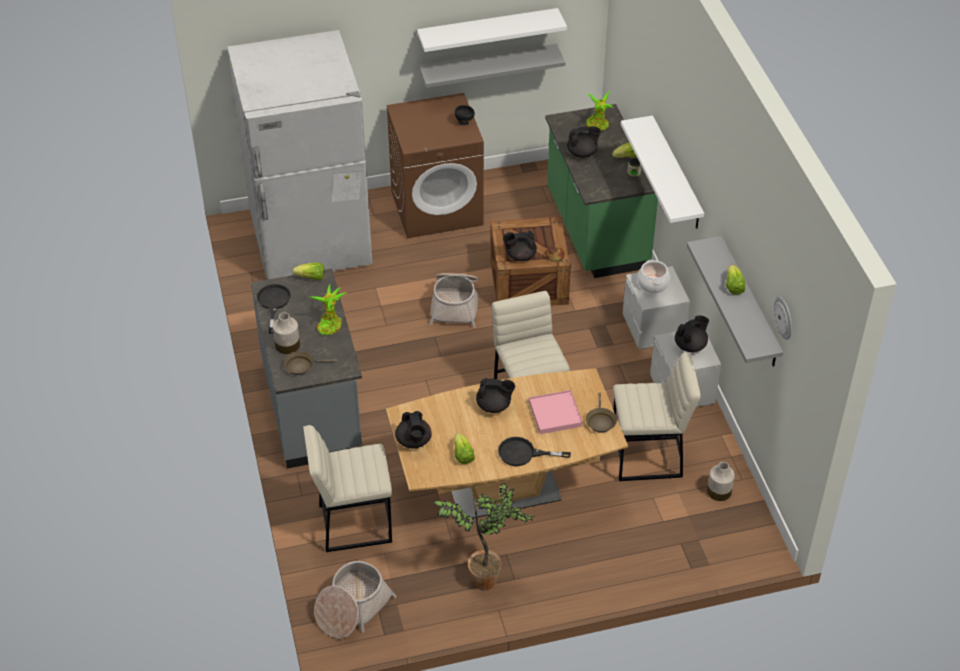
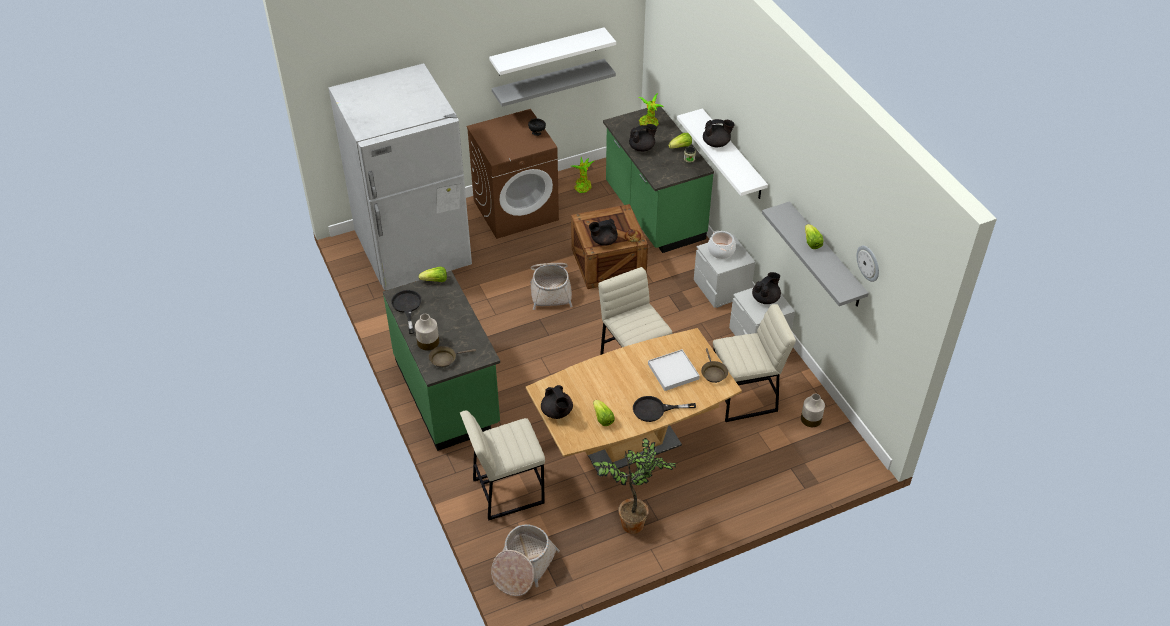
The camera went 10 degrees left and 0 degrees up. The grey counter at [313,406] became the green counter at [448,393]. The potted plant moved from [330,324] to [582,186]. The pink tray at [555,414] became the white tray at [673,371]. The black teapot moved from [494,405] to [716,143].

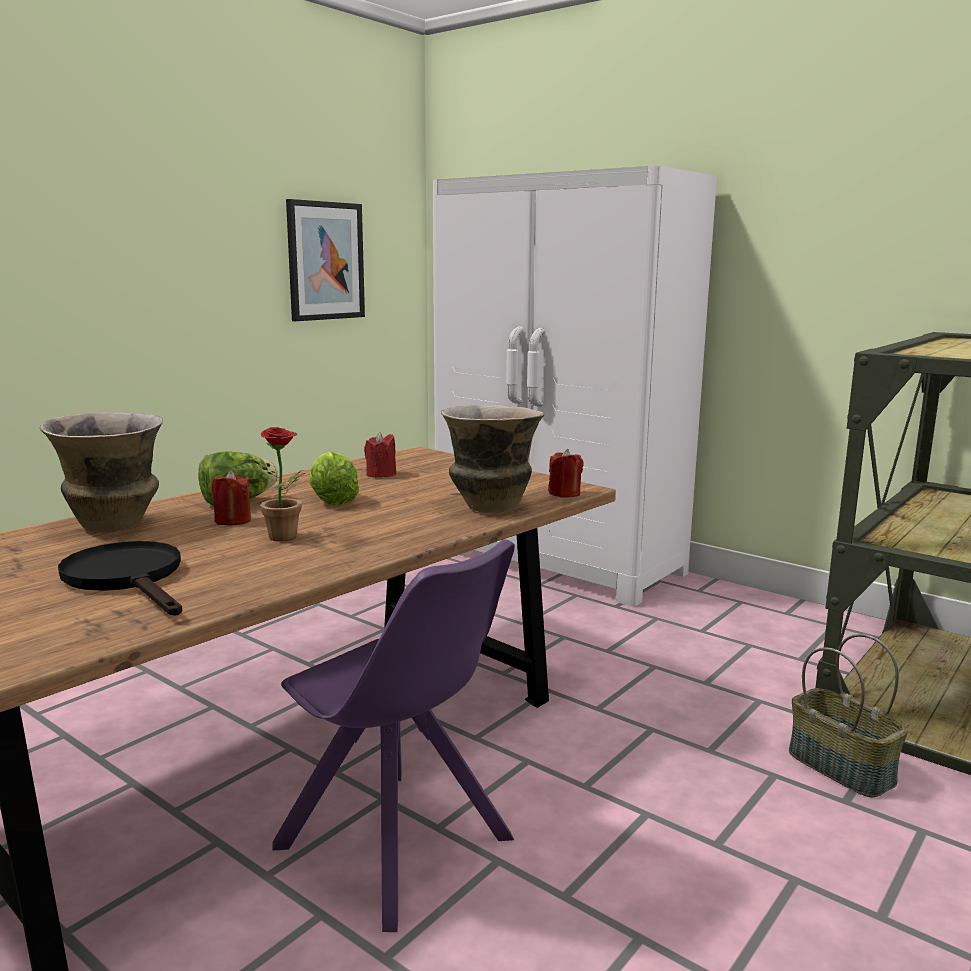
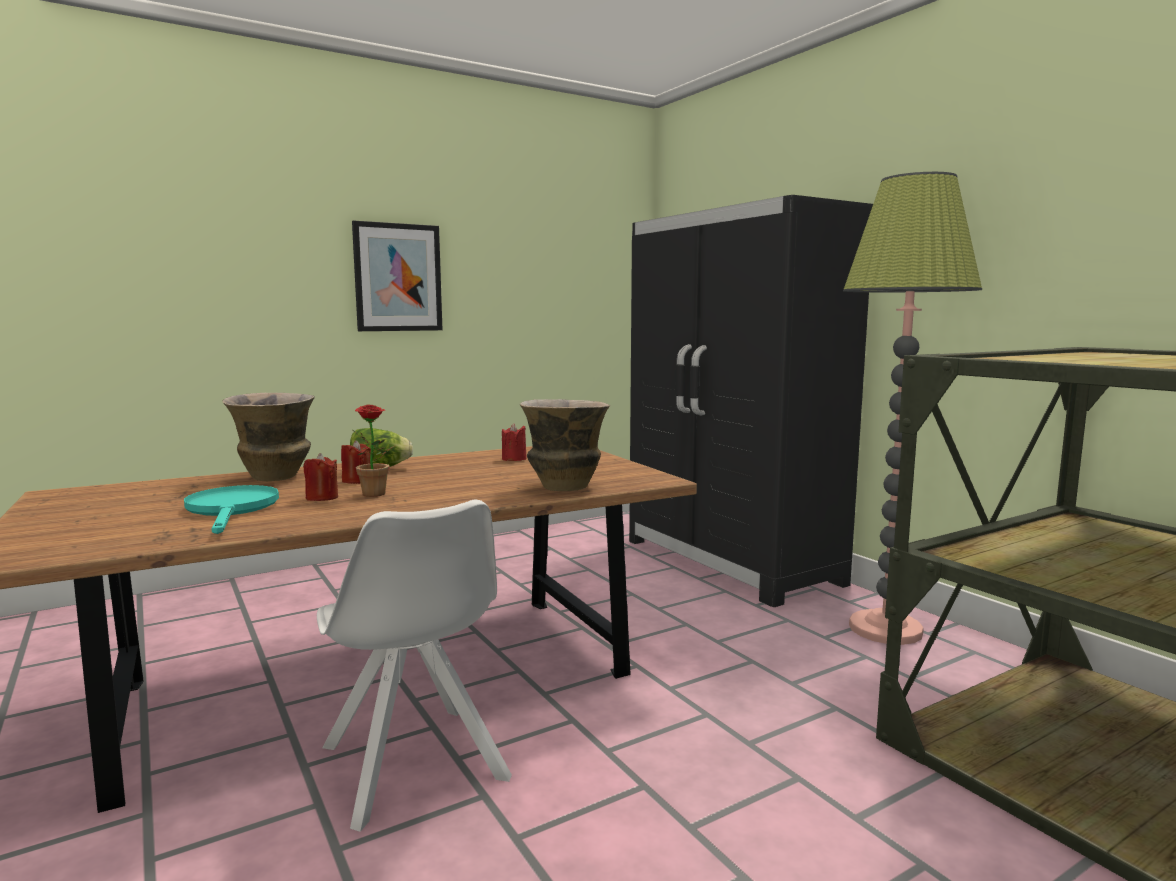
The camera went 20 degrees right and 5 degrees down. The black frying pan at [129,578] became the turquoise frying pan at [232,510]. The red candle moved from [564,494] to [322,497]. The purple chair at [397,846] became the white chair at [414,766]. The picture moved from [325,261] to [398,277]. The white cabinet at [557,562] became the black cabinet at [728,562]. The floor lamp at [885,629] appeared. The lettuce at [332,500] disappeared. The basket at [842,767] disappeared.

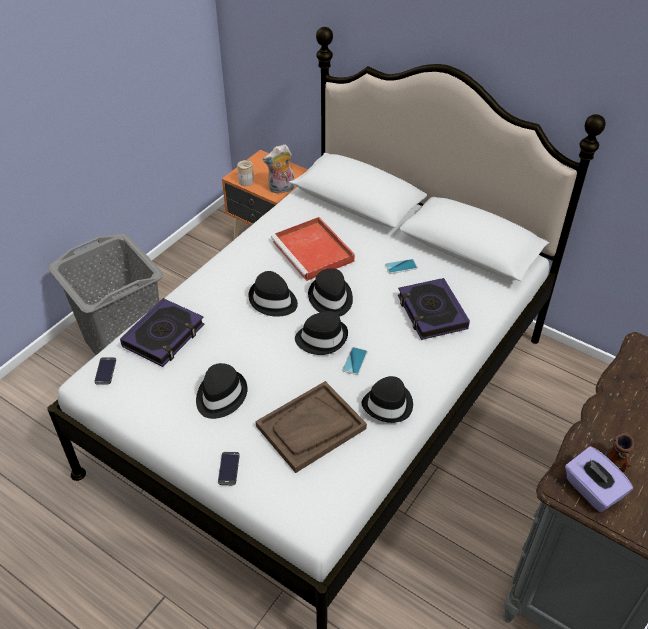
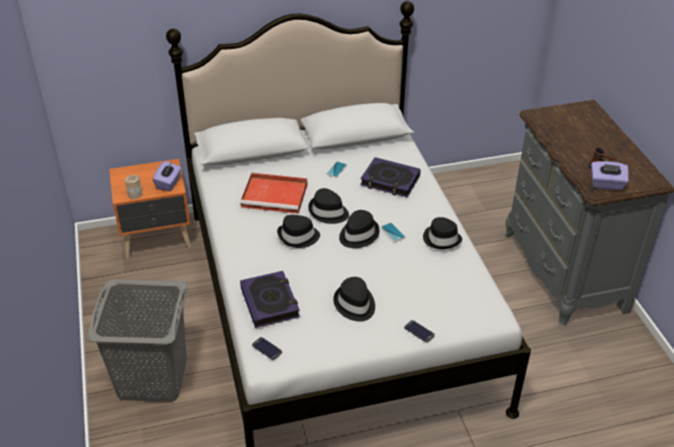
The camera went 50 degrees left and 5 degrees down. The plush toy at [281,189] was replaced by the purple tissue box at [169,183]. The brown tray at [311,428] disappeared.

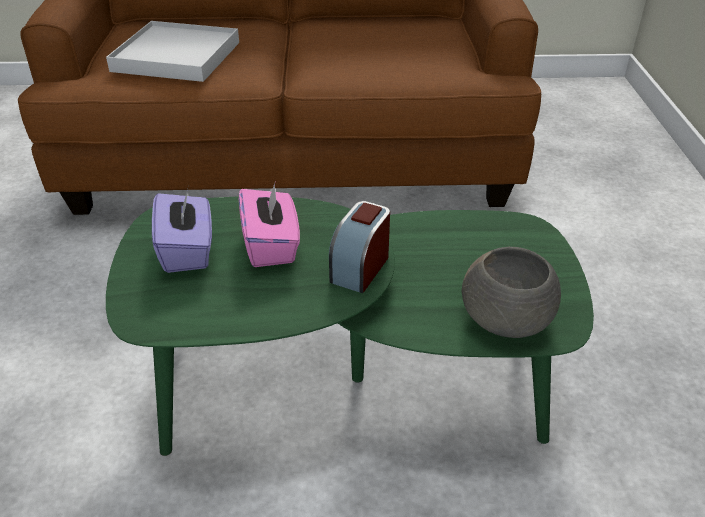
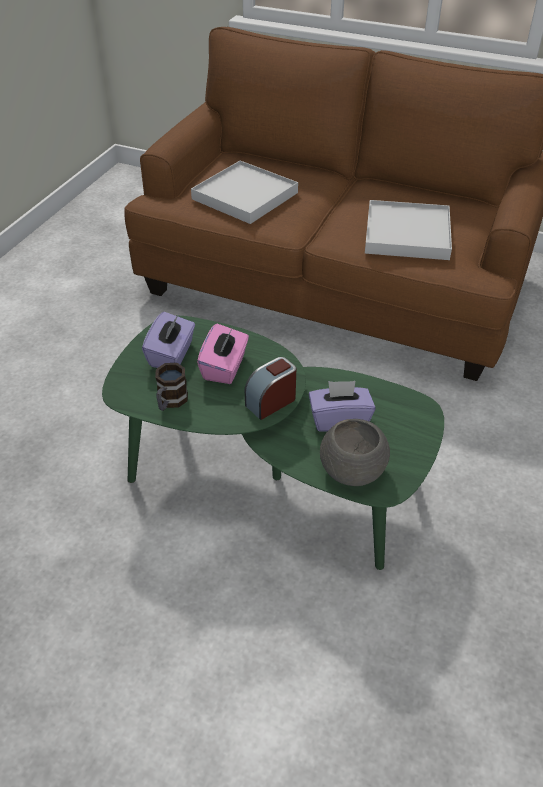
The camera went 25 degrees right and 5 degrees up. The mug at [170,402] appeared. The purple tissue box at [339,419] appeared. The white tray at [407,234] appeared.

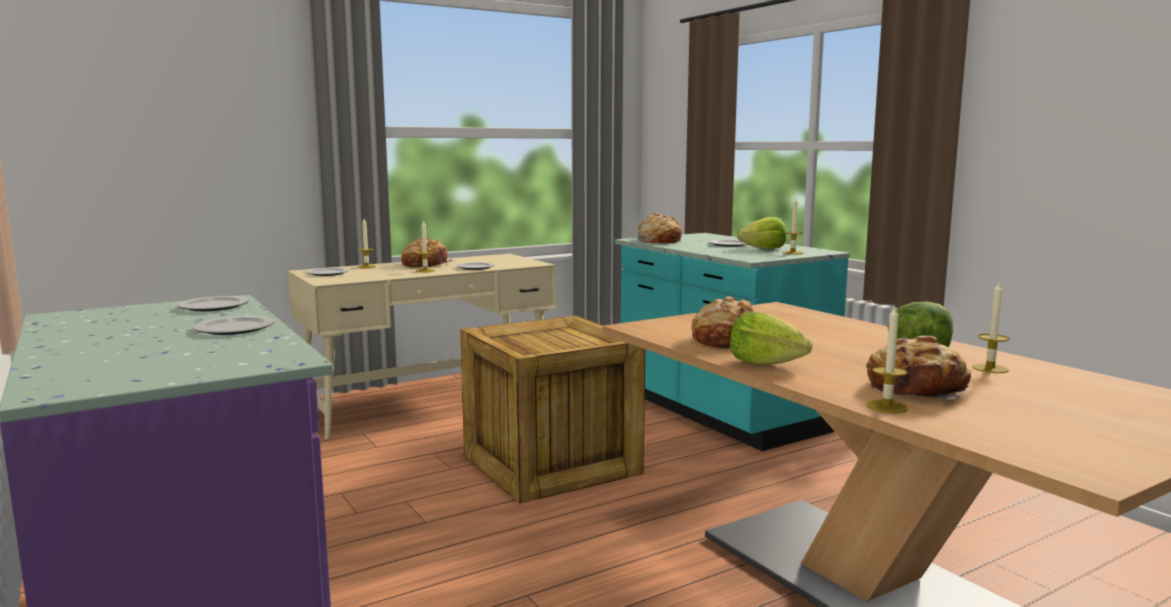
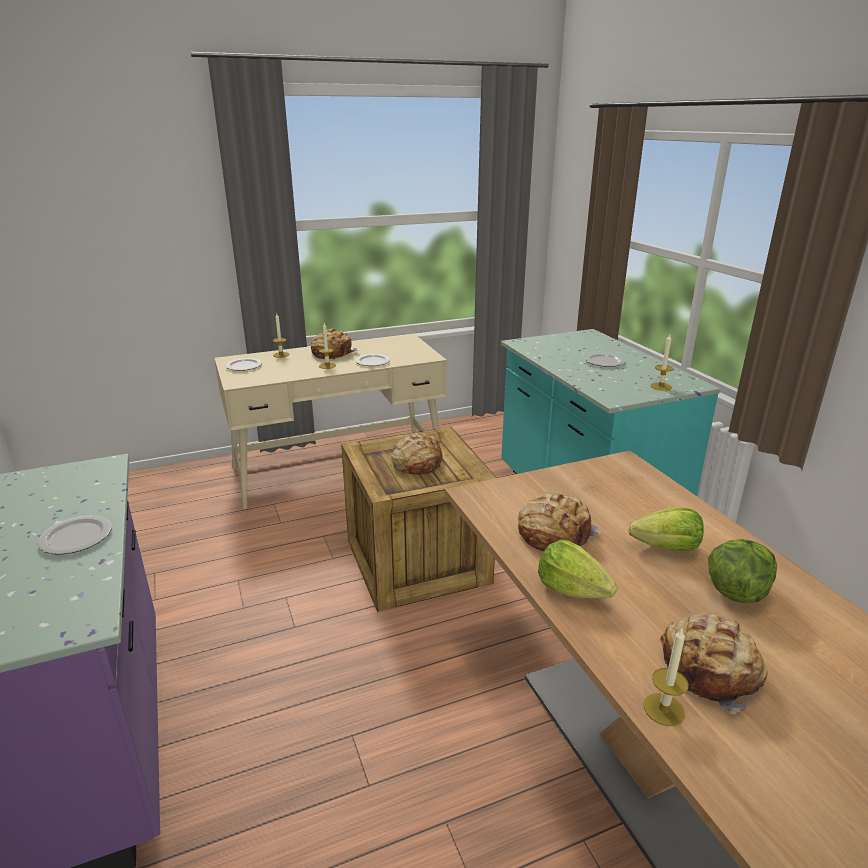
The camera went 10 degrees right and 15 degrees up. The bread moved from [659,241] to [416,462]. The lettuce moved from [764,249] to [667,547]. The plate at [215,306] disappeared. The candle at [990,368] disappeared.

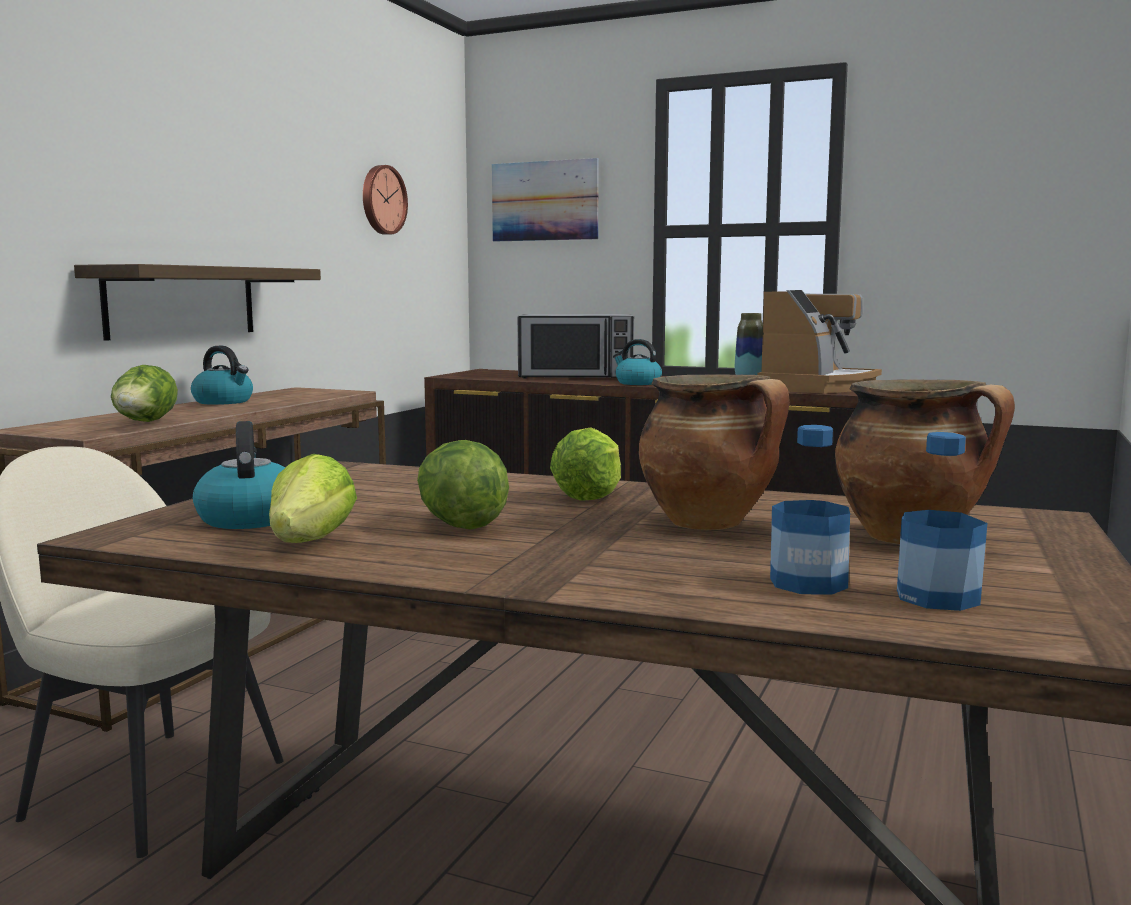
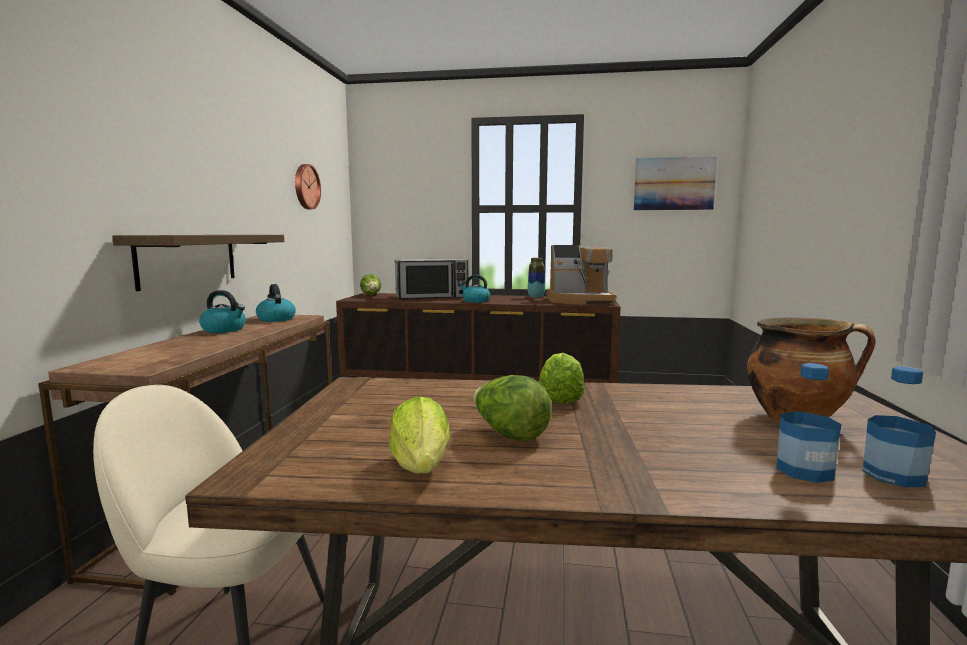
The camera went 15 degrees left and 0 degrees up. The kettle moved from [248,518] to [276,319]. The lettuce moved from [145,423] to [371,295]. The coffee machine at [816,387] turned 75 degrees clockwise. The picture moved from [544,201] to [674,184]. The cooking pot at [710,524] disappeared.

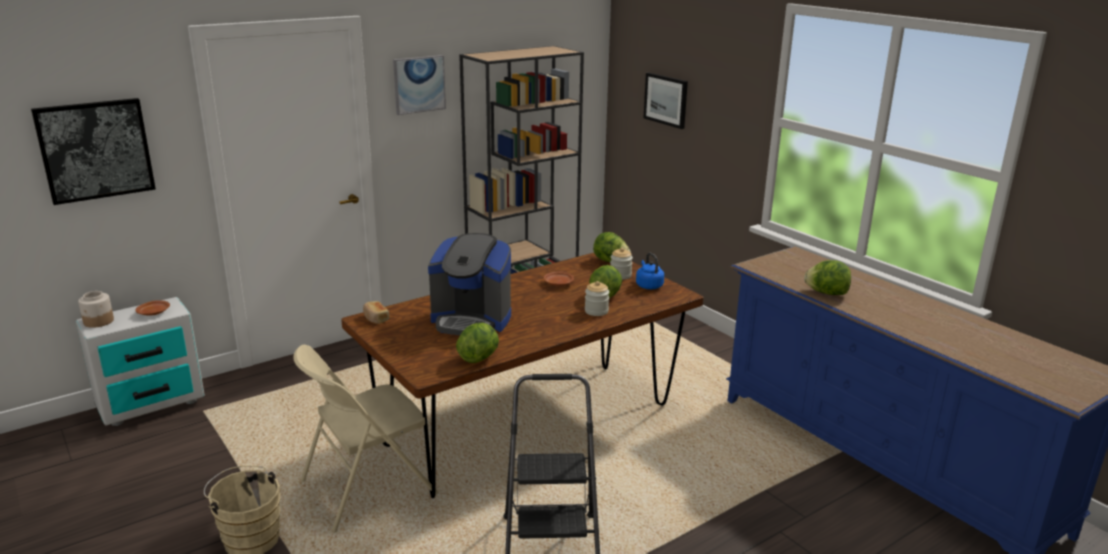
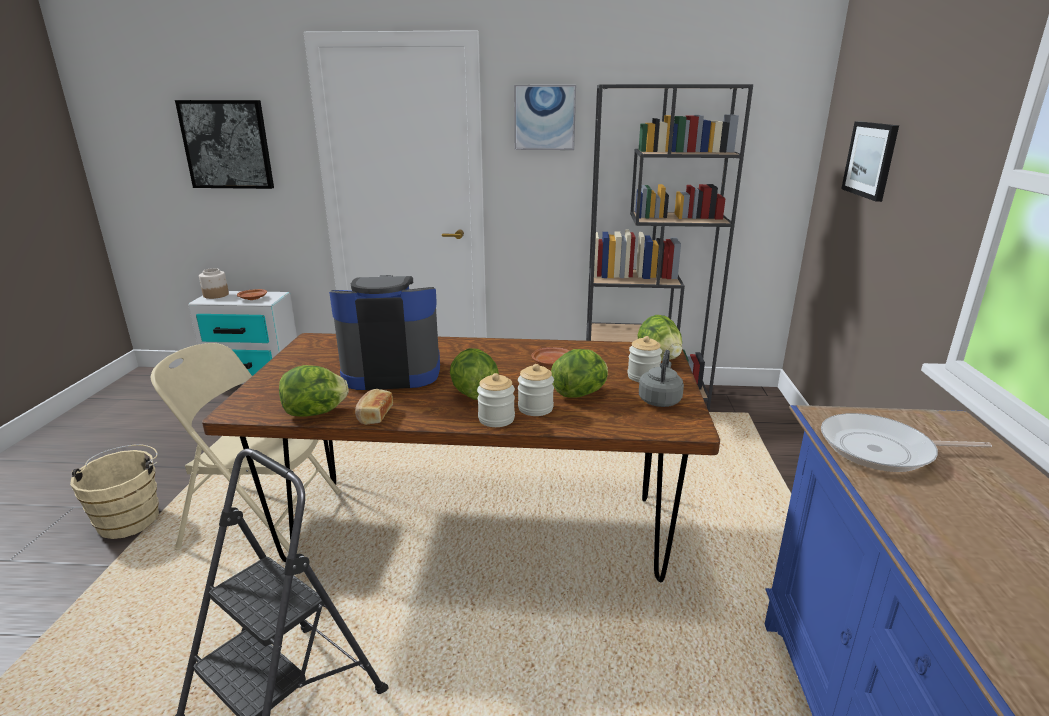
The camera went 40 degrees right and 0 degrees up. The coffee machine at [471,320] turned 120 degrees clockwise. The bread moved from [375,318] to [374,415]. The lettuce moved from [826,293] to [473,393]. The jar at [496,419] appeared. The blue kettle at [648,285] became the grey kettle at [660,400]. The frying pan at [882,450] appeared.

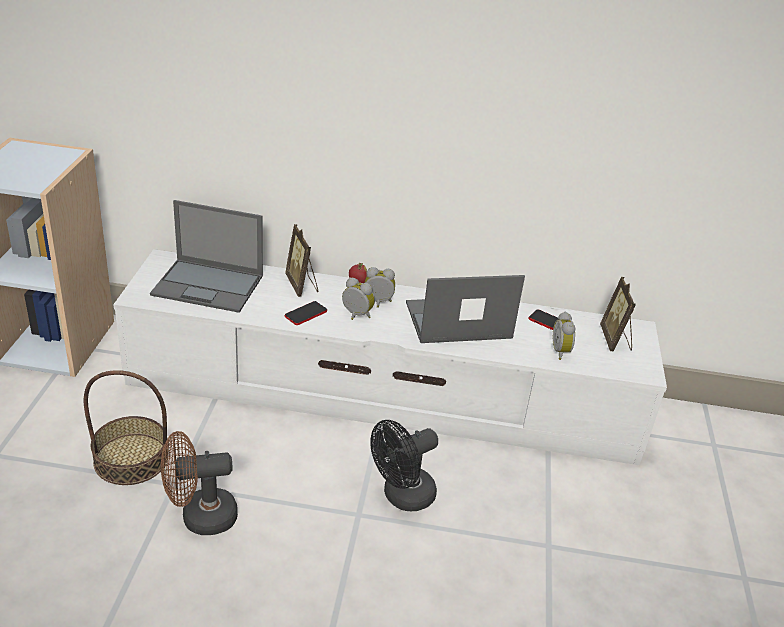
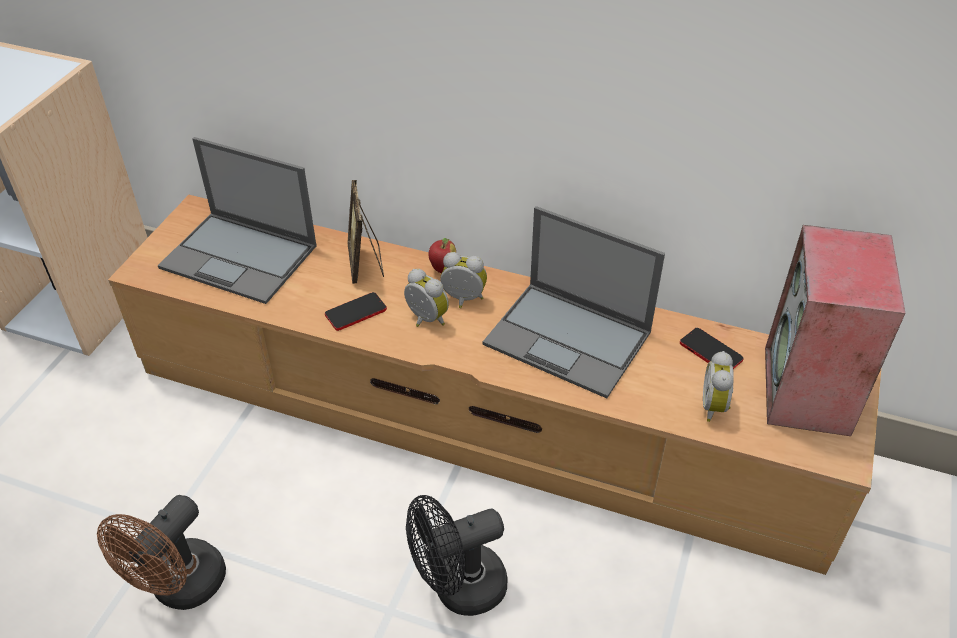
The camera went 15 degrees right and 10 degrees up. The brown fan at [200,517] turned 60 degrees counterclockwise. The white tv stand at [384,391] became the brown tv stand at [479,412]. The laptop at [457,321] turned 150 degrees counterclockwise. The picture frame at [615,340] was replaced by the speaker at [808,391]. The basket at [131,459] disappeared.

